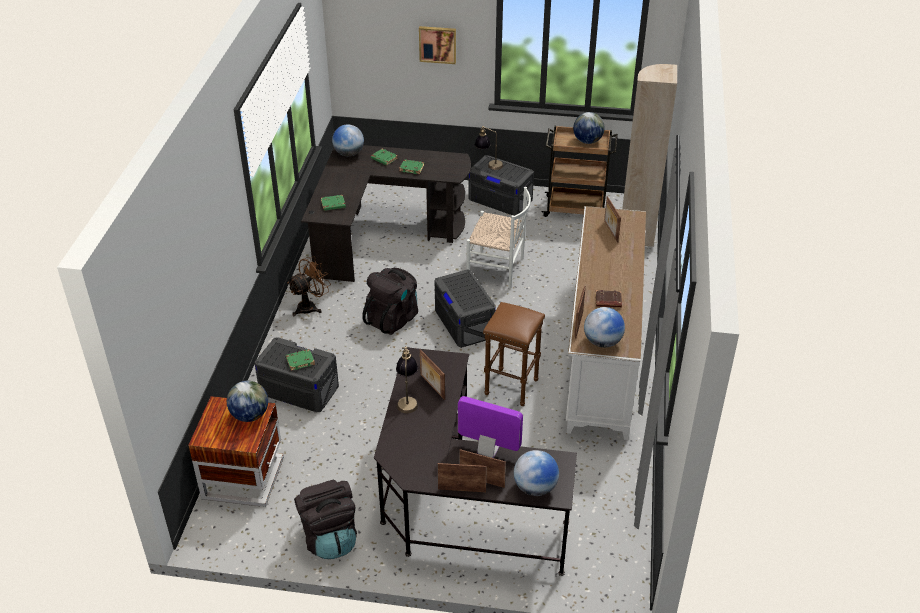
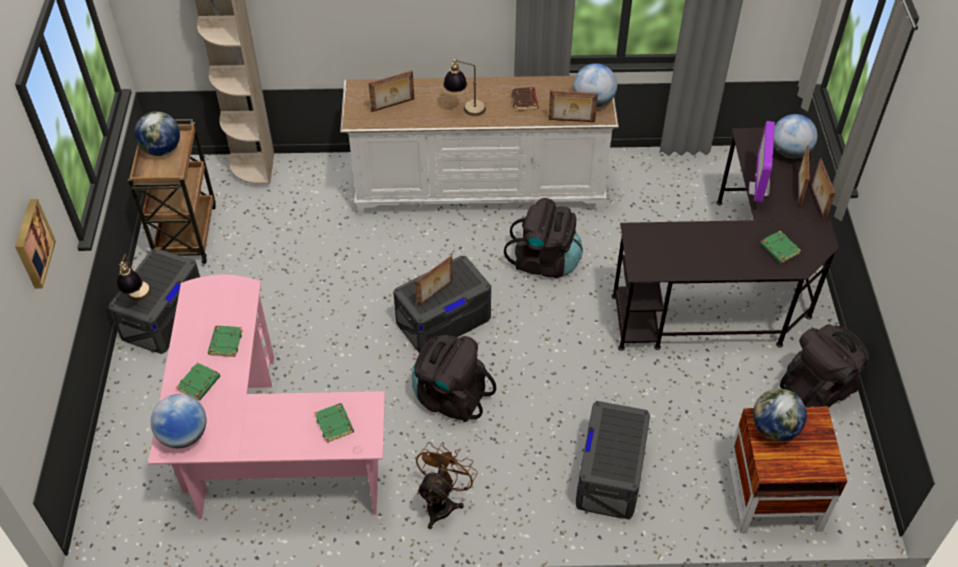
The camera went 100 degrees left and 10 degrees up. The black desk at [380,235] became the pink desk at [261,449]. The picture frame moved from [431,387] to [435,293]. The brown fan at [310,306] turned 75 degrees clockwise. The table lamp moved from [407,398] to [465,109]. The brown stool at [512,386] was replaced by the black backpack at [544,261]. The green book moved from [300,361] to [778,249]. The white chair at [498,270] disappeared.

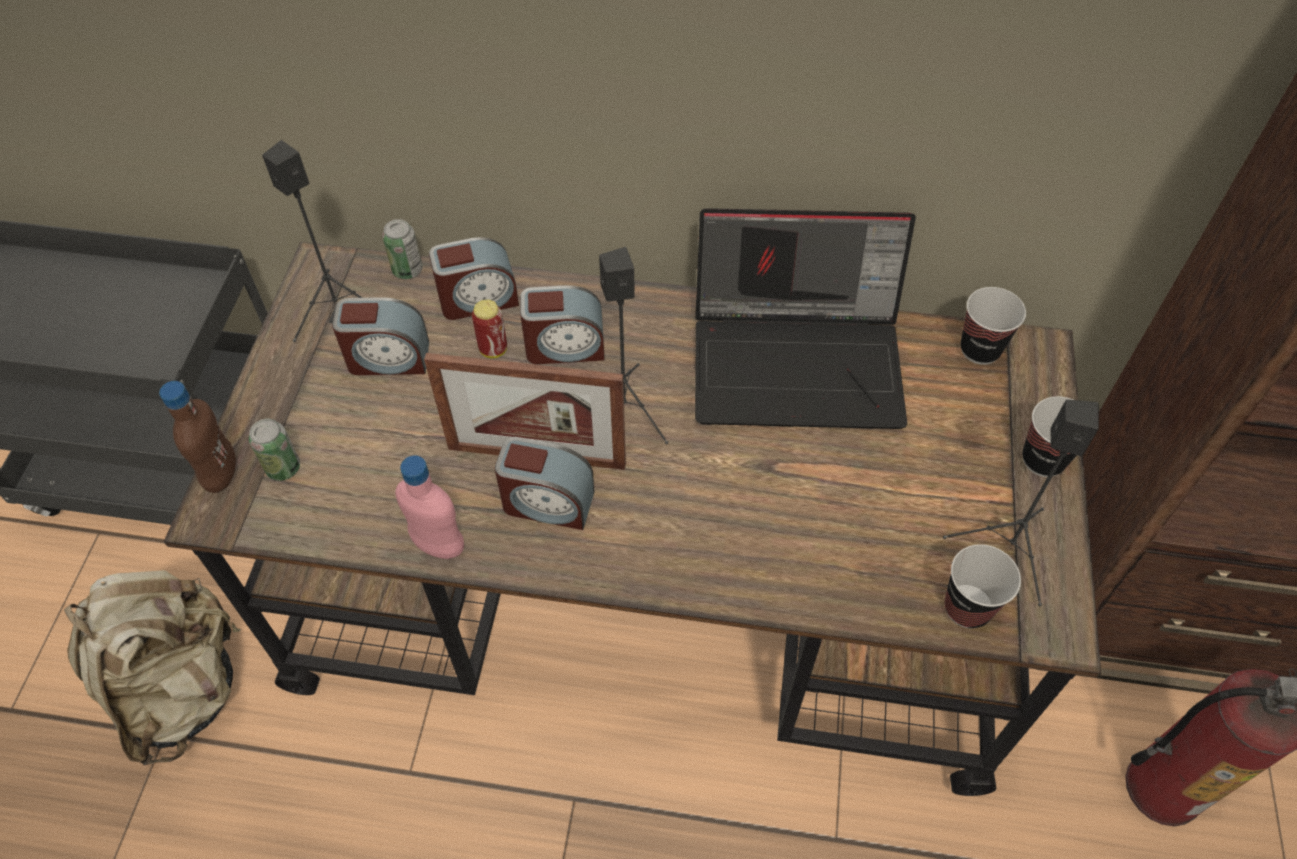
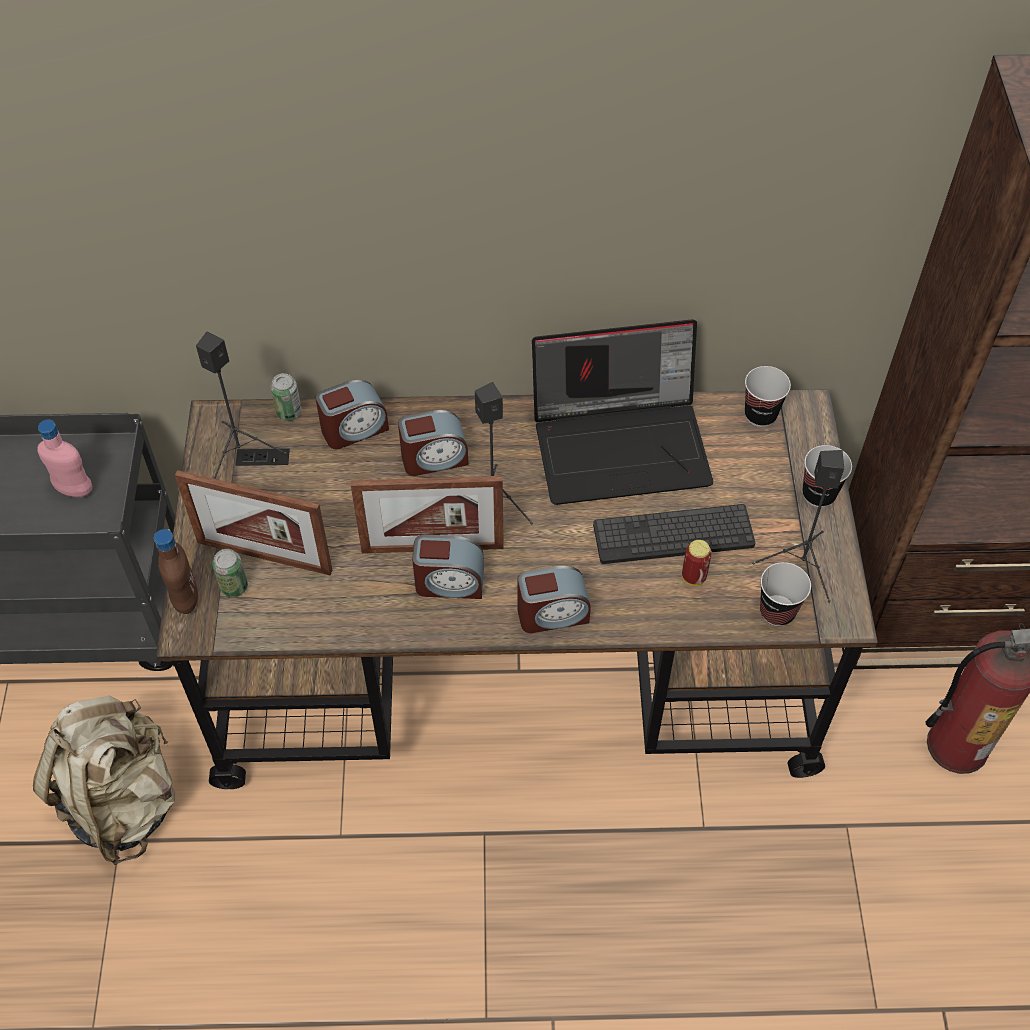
The camera went 10 degrees left and 0 degrees up. The pink bottle moved from [438,545] to [74,490]. The picture frame at [264,556] appeared. The alarm clock moved from [388,358] to [552,613]. The keyboard at [673,535] appeared. The can moved from [493,349] to [693,577].

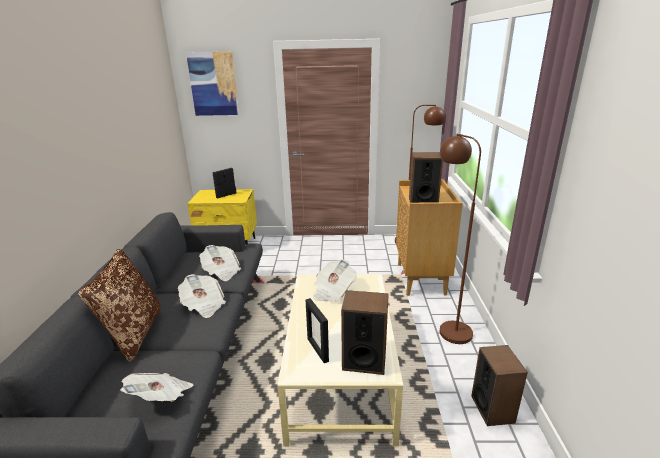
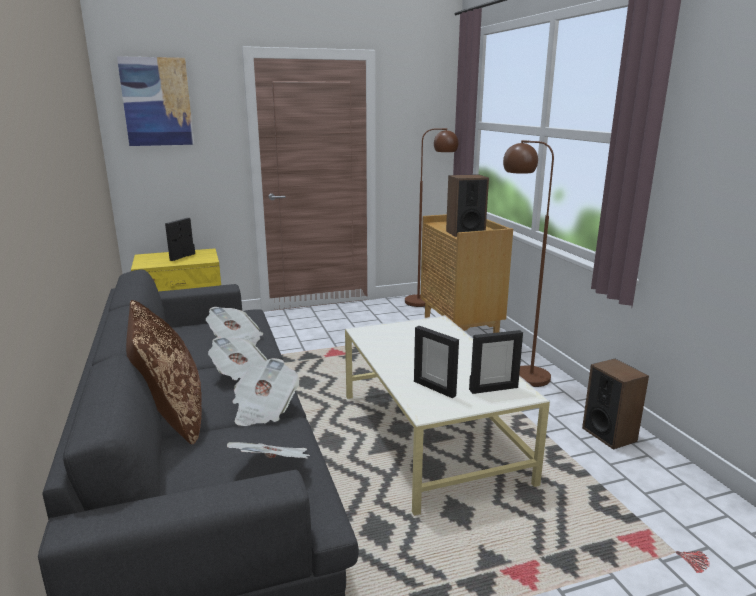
The camera went 20 degrees left and 5 degrees down. The newspaper moved from [333,291] to [264,409]. The speaker at [364,360] was replaced by the picture frame at [493,388].

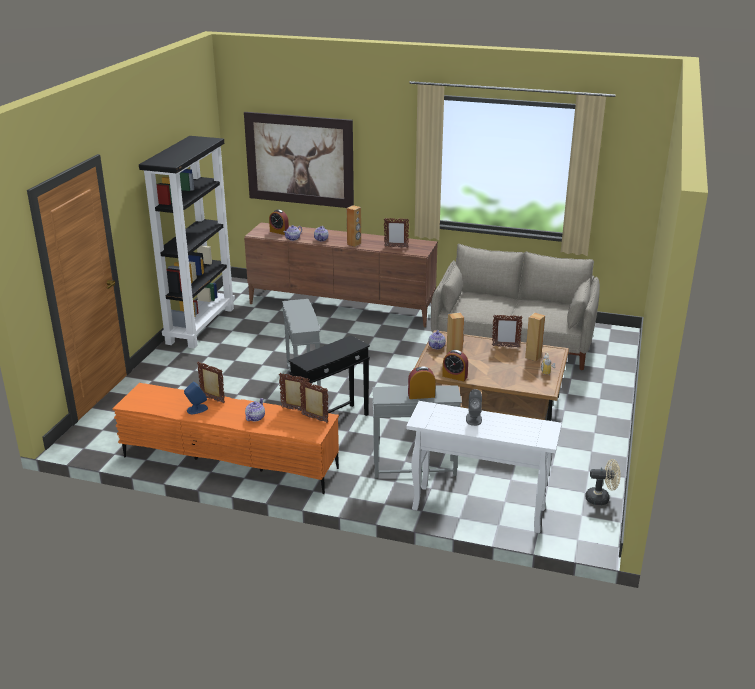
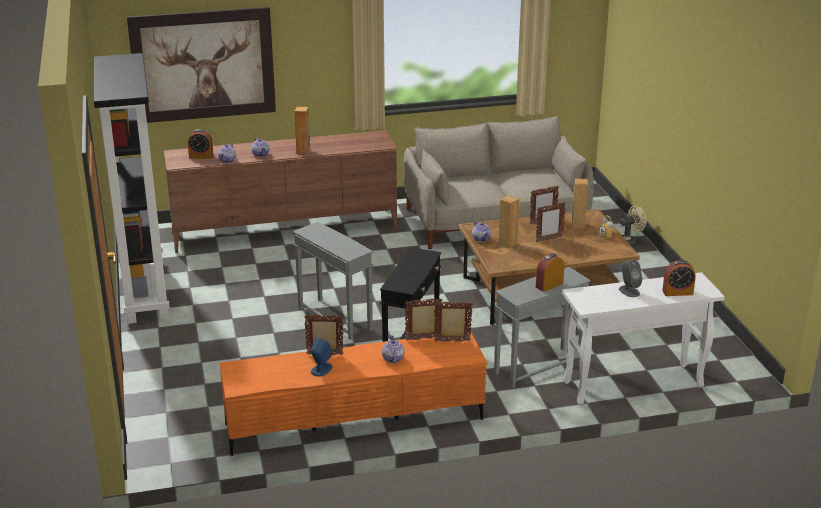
The camera went 30 degrees left and 0 degrees up. The picture frame moved from [396,247] to [549,239]. The beige fan moved from [601,498] to [629,243]. The alarm clock moved from [454,376] to [677,292].

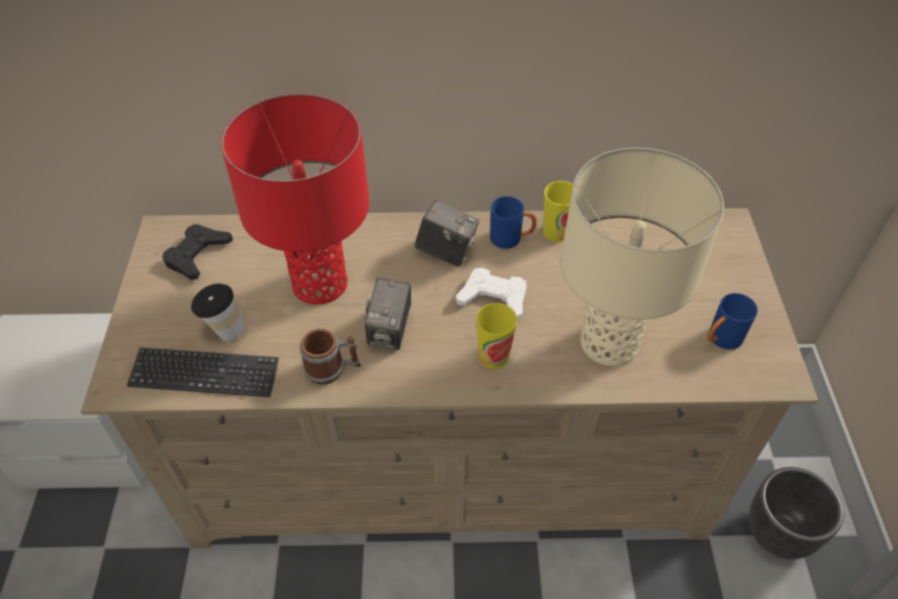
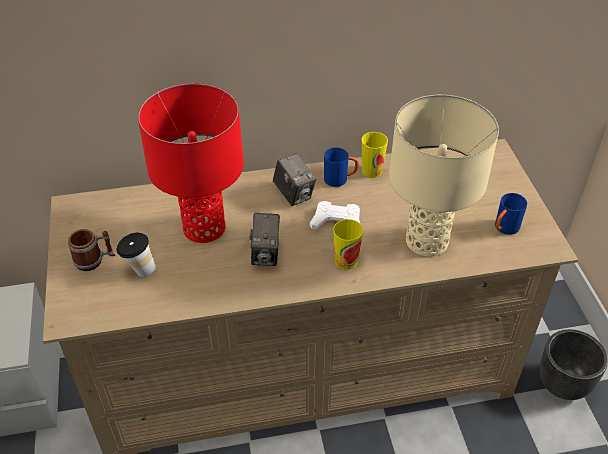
The camera went 10 degrees left and 5 degrees down. The mug moved from [332,369] to [94,260]. The photo camera at [446,252] turned 45 degrees clockwise. The keyboard at [204,374] disappeared. The black game controller at [197,255] disappeared.

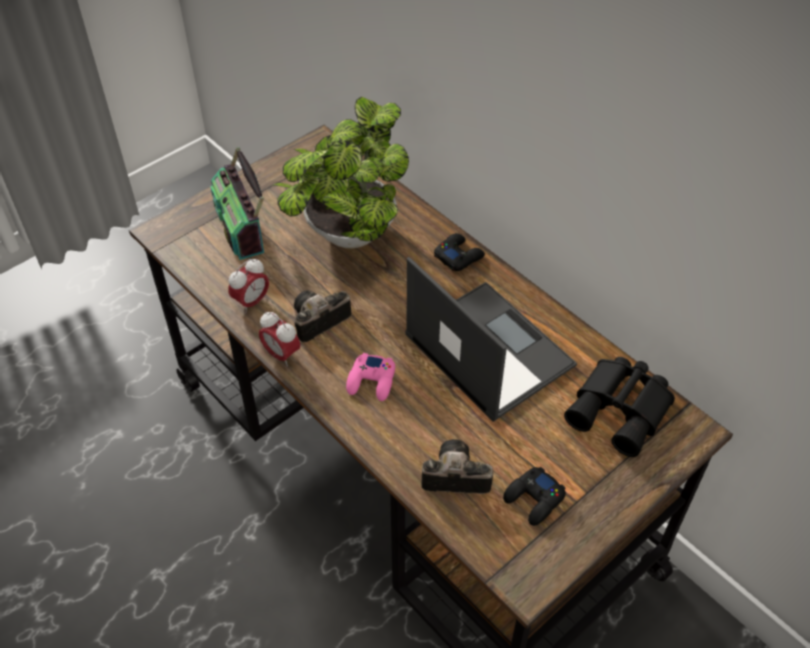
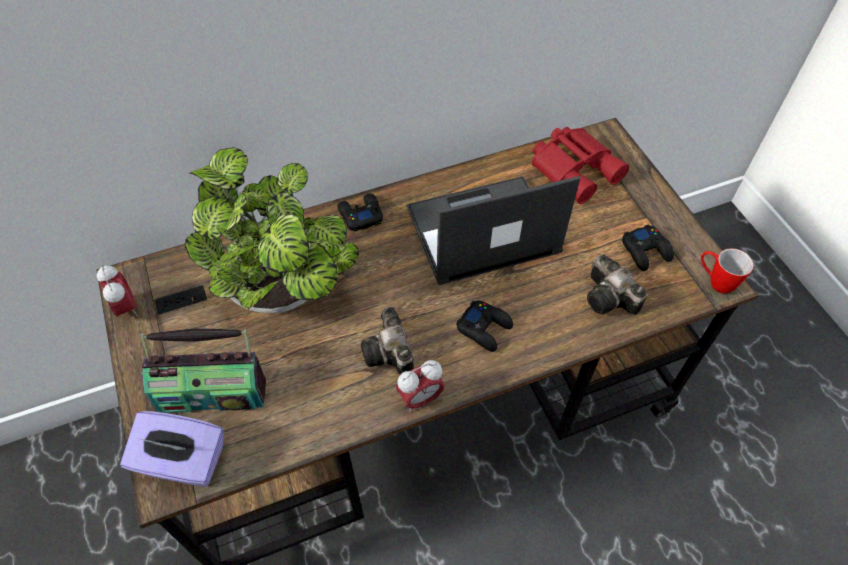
The camera went 70 degrees left and 5 degrees up. The alarm clock moved from [251,302] to [127,308]. The purple tissue box at [182,462] appeared. The pink game controller at [372,381] became the black game controller at [484,328]. The black binoculars at [622,410] became the red binoculars at [575,168]. The photo camera at [452,477] turned 60 degrees counterclockwise. The mug at [715,281] appeared.

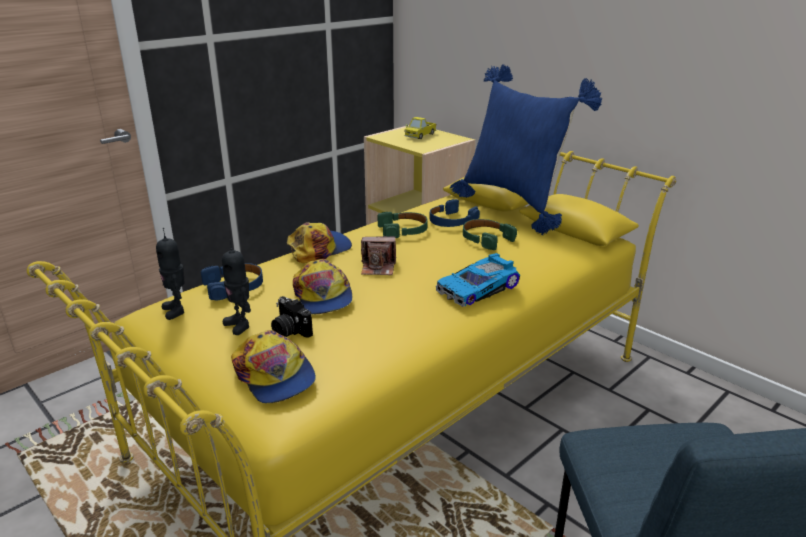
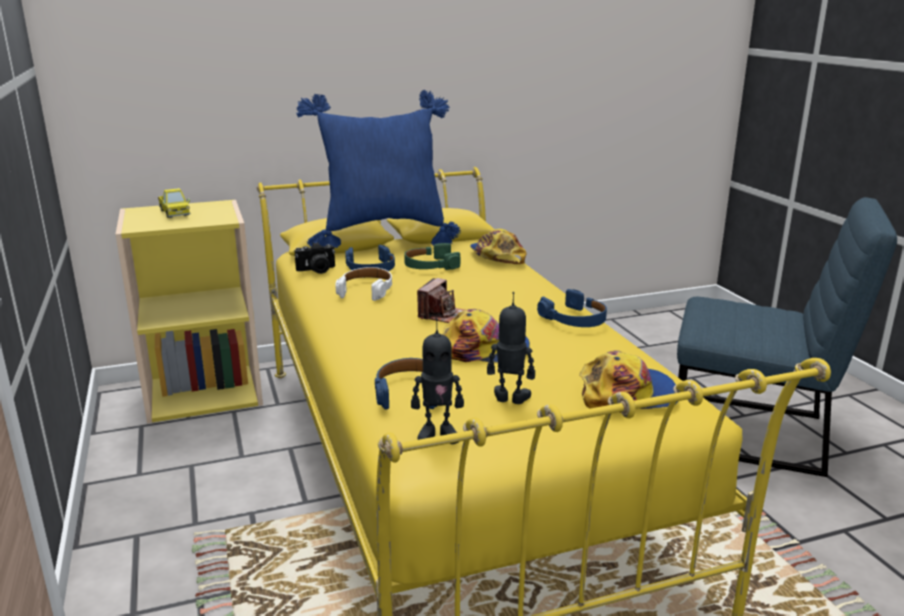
The camera went 65 degrees left and 5 degrees down. The photo camera moved from [289,331] to [317,270]. The green headphones at [403,230] became the white headphones at [366,290]. The cap moved from [319,249] to [496,256]. The toy robot at [240,325] turned 150 degrees counterclockwise. The blue headphones at [575,319] appeared. The toy car at [479,289] disappeared.

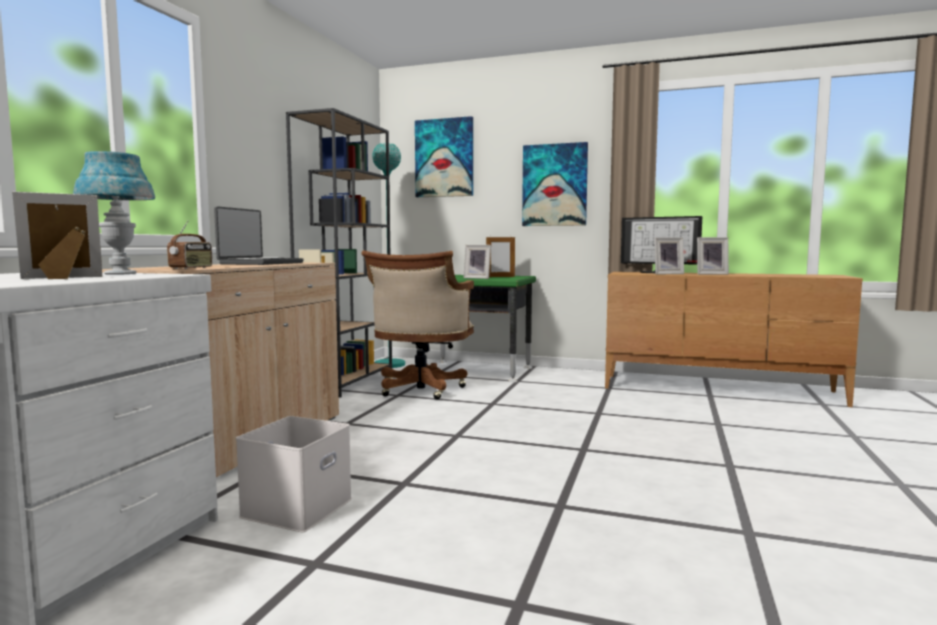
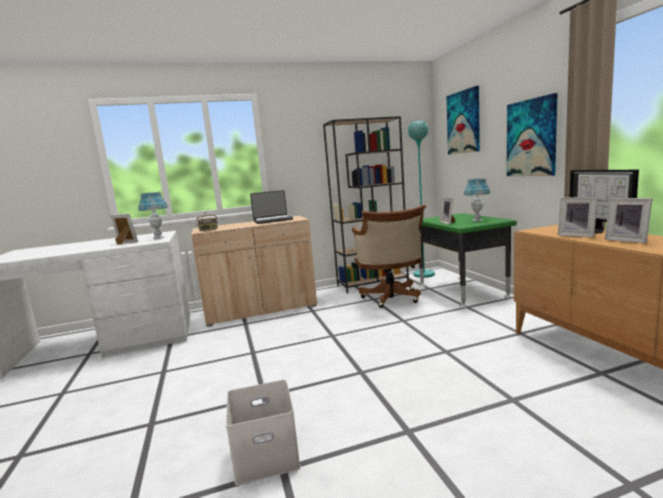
The camera went 55 degrees right and 5 degrees up. The white storage box moved from [297,508] to [265,456]. The office chair at [420,390] turned 75 degrees counterclockwise. The picture frame at [500,277] was replaced by the blue table lamp at [477,221].

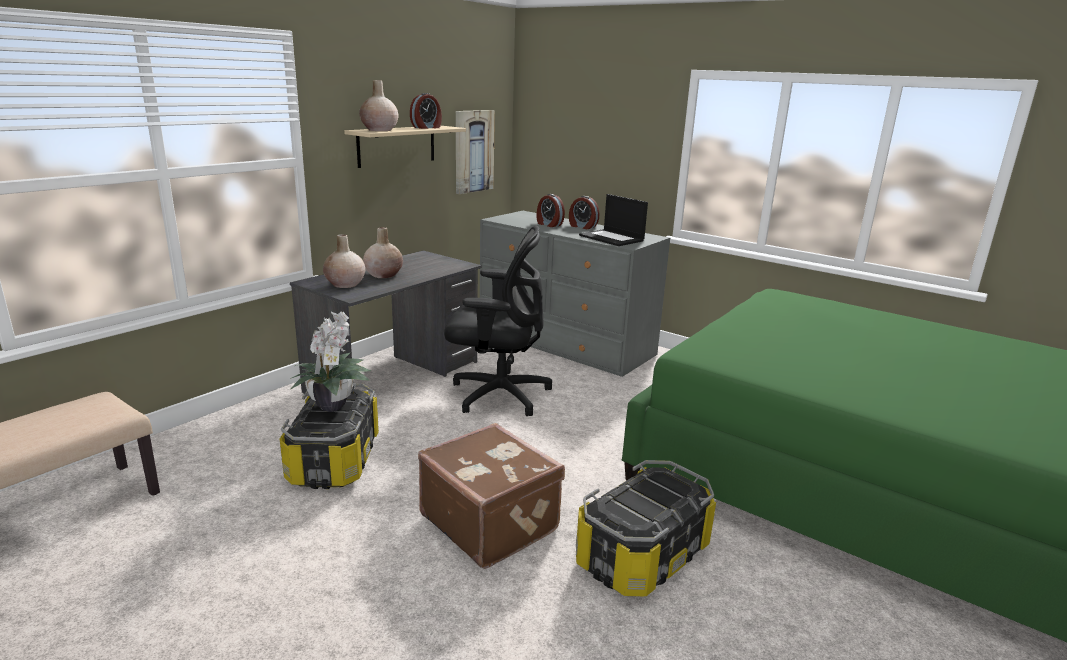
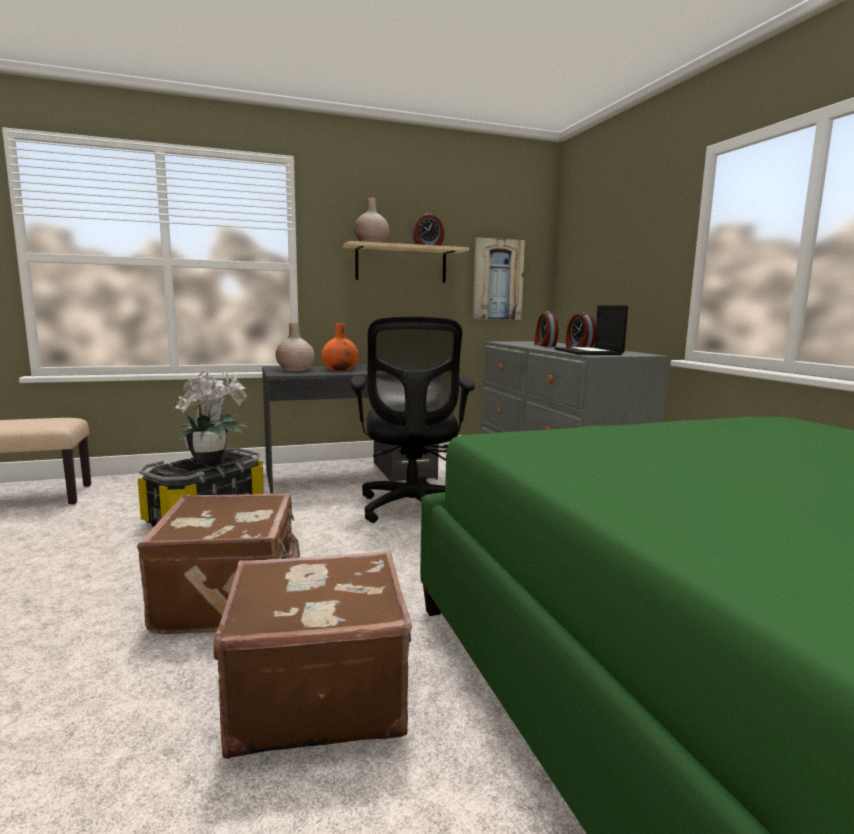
The camera went 35 degrees right and 10 degrees down. The storage box at [643,556] was replaced by the brown suitcase at [316,693]. The beige vase at [384,275] became the orange vase at [340,369]. The black office chair at [493,395] turned 45 degrees clockwise.

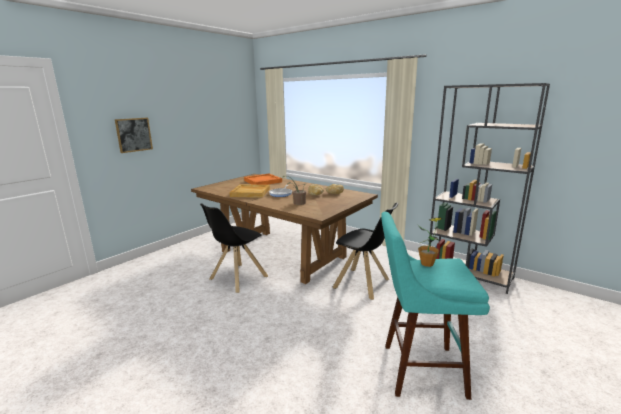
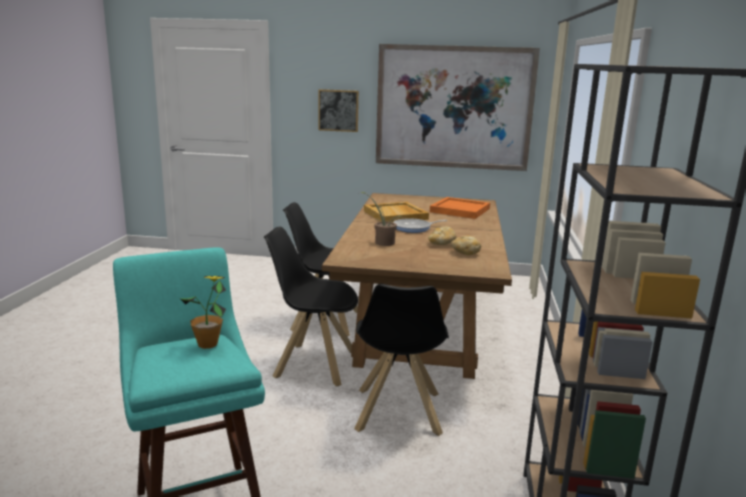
The camera went 60 degrees right and 0 degrees up. The black chair at [313,364] appeared. The picture at [454,107] appeared.

